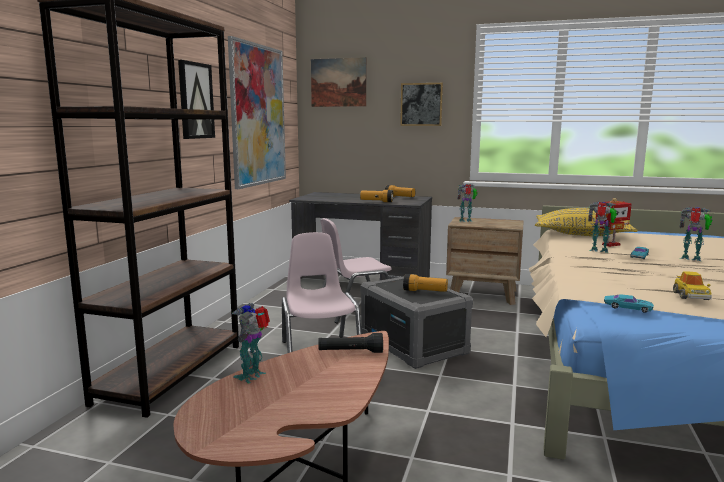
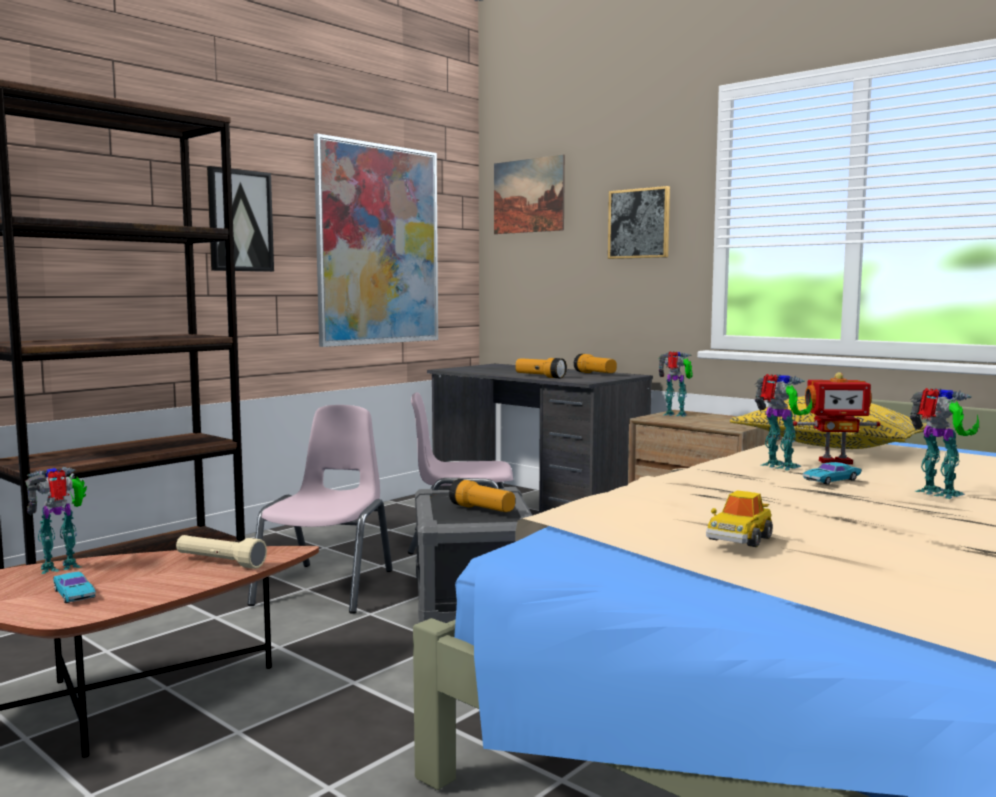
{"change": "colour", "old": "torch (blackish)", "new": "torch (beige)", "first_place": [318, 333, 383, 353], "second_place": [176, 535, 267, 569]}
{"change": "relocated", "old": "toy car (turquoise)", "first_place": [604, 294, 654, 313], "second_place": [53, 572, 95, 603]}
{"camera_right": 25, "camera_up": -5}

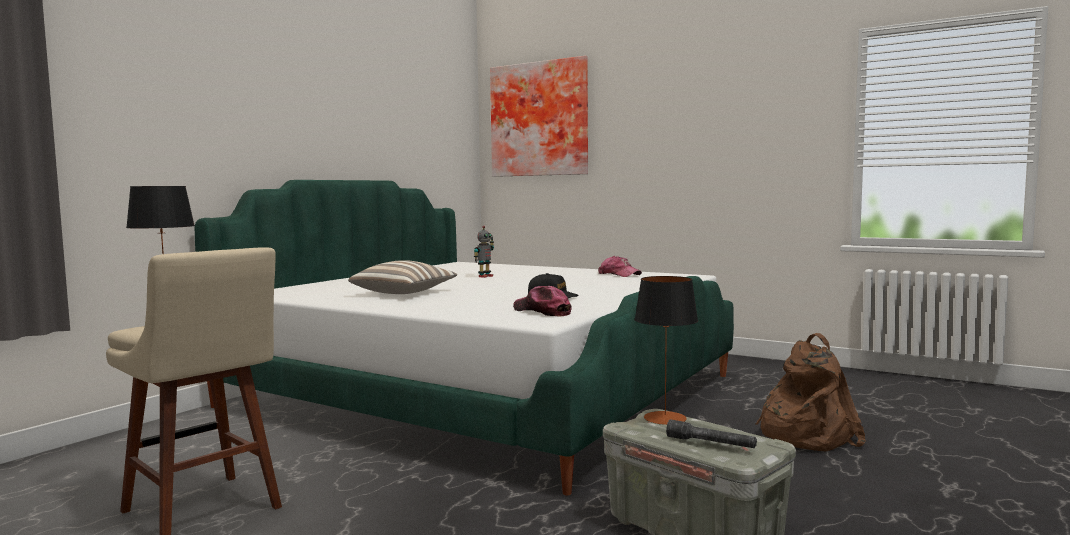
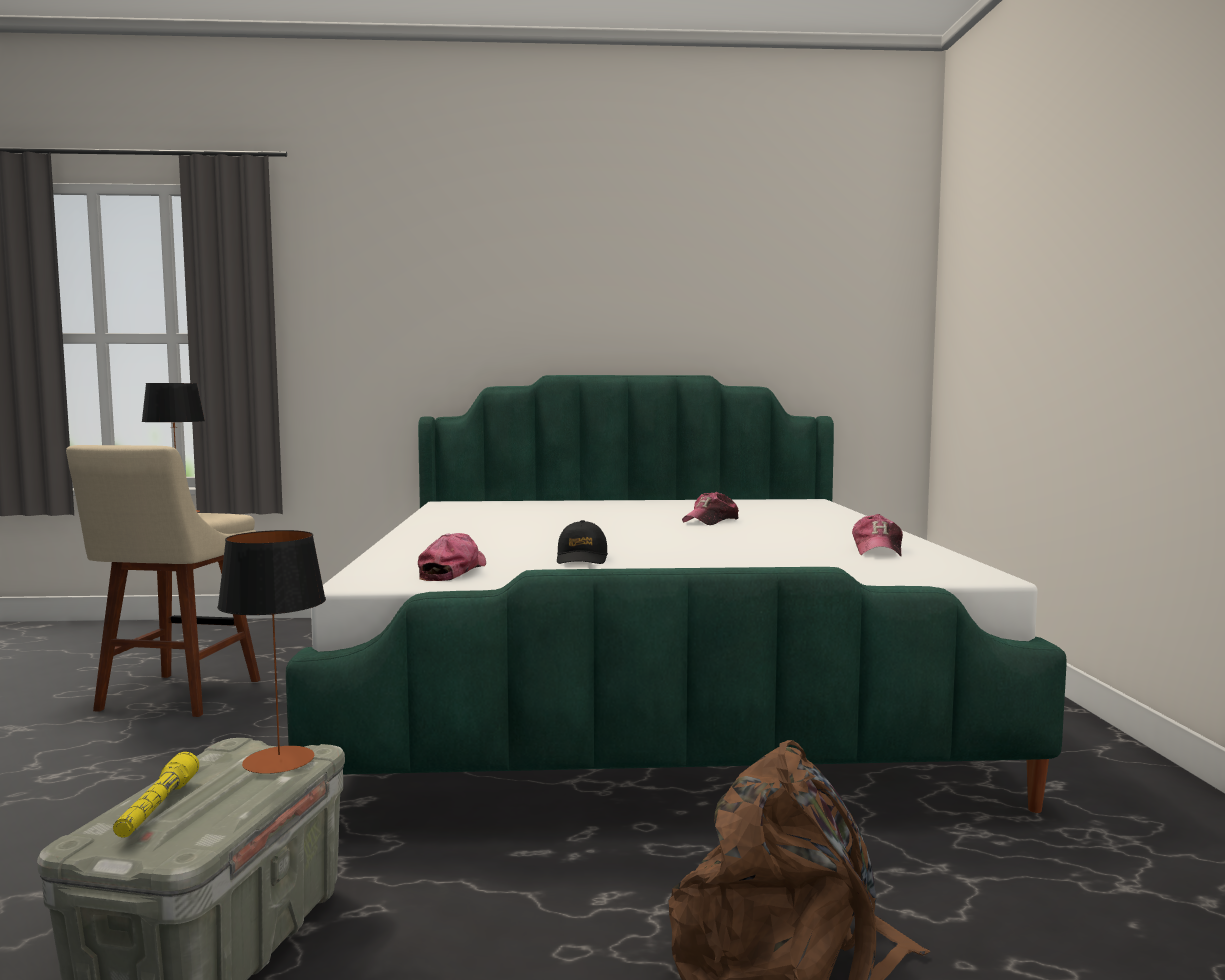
{"change": "missing", "old": "cushion", "first_place": [348, 260, 457, 294]}
{"change": "exchanged", "old": "toy robot", "new": "baseball cap", "first_place": [474, 225, 494, 278], "second_place": [682, 492, 739, 525]}
{"change": "missing", "old": "picture", "first_place": [490, 56, 588, 177]}
{"change": "colour", "old": "torch (greyish)", "new": "torch (yellow)", "first_place": [666, 419, 757, 448], "second_place": [113, 752, 199, 838]}
{"camera_right": 55, "camera_up": 0}

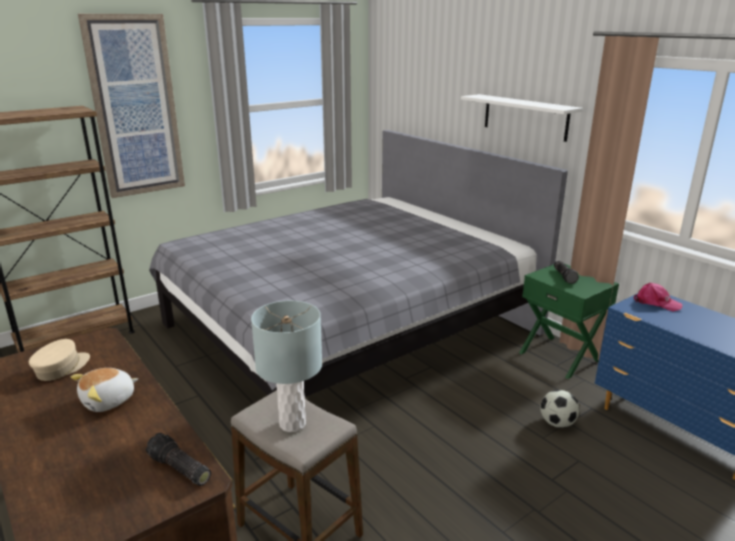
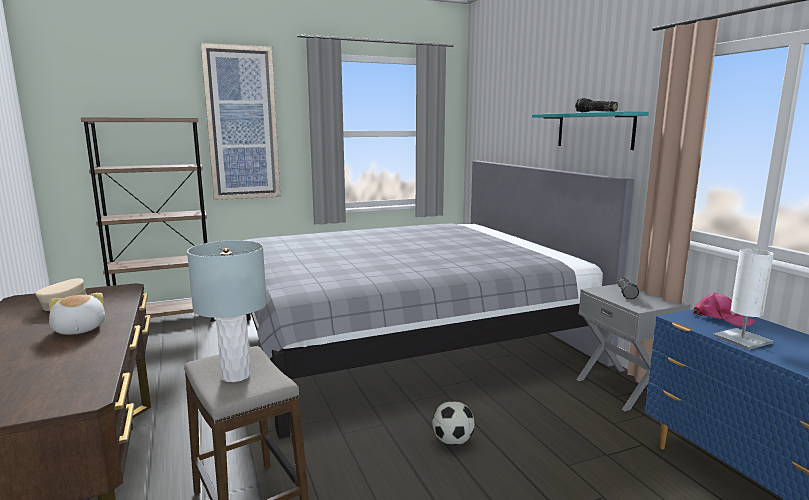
{"change": "spun", "old": "plush toy", "first_place": [70, 368, 138, 412], "second_place": [49, 293, 105, 335], "degrees": 90}
{"change": "relocated", "old": "torch", "first_place": [146, 433, 211, 486], "second_place": [575, 98, 618, 112]}
{"change": "colour", "old": "wall shelf (whitish)", "new": "wall shelf (turquoise)", "first_place": [461, 94, 583, 142], "second_place": [532, 111, 649, 150]}
{"change": "colour", "old": "nightstand (green)", "new": "nightstand (greyish)", "first_place": [519, 264, 619, 379], "second_place": [576, 284, 691, 411]}
{"change": "relocated", "old": "football", "first_place": [541, 390, 580, 428], "second_place": [432, 401, 475, 445]}
{"change": "appeared", "new": "lamp for a table (whitish)", "second_place": [713, 249, 774, 350]}
{"camera_right": 15, "camera_up": -10}

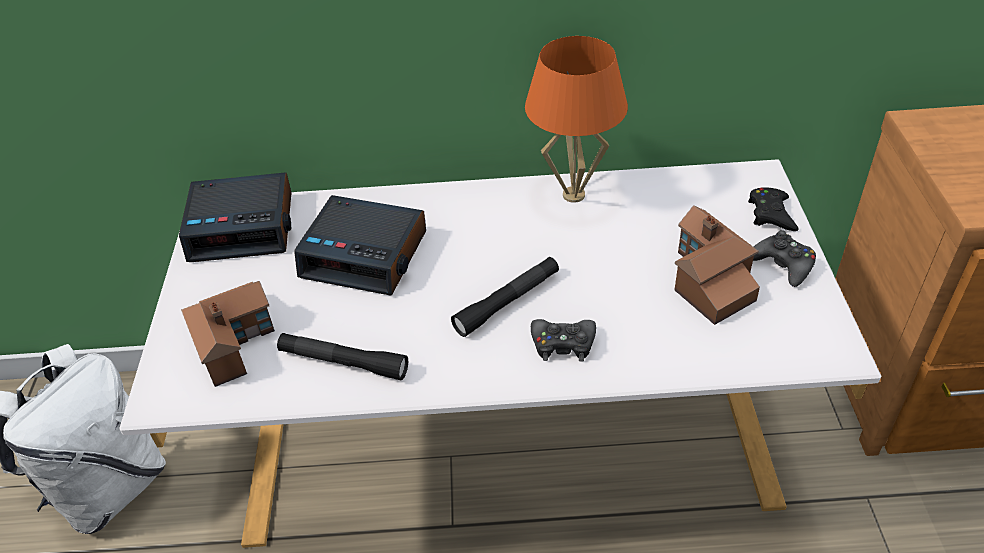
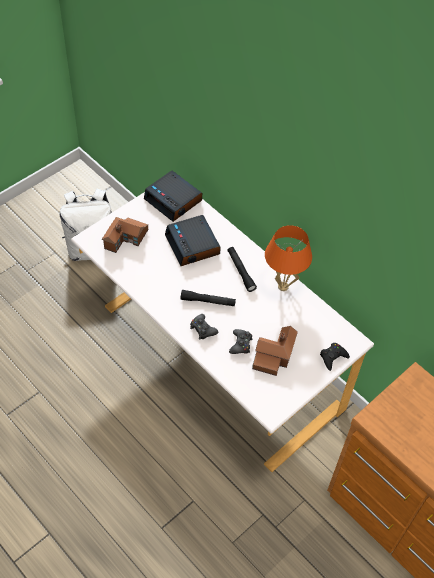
{"change": "relocated", "old": "torch (blackish)", "first_place": [277, 333, 408, 380], "second_place": [228, 247, 257, 292]}
{"change": "relocated", "old": "gamepad (blackish)", "first_place": [753, 230, 816, 287], "second_place": [229, 329, 252, 354]}
{"camera_right": 45, "camera_up": 10}

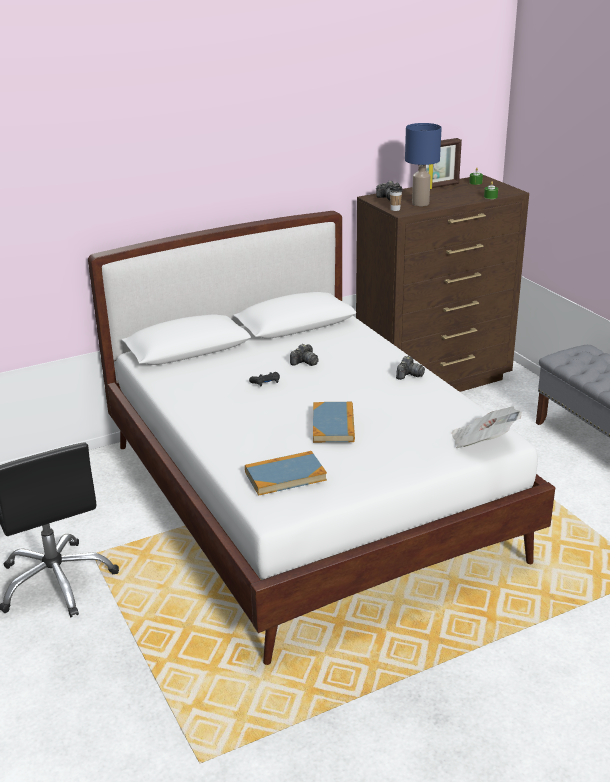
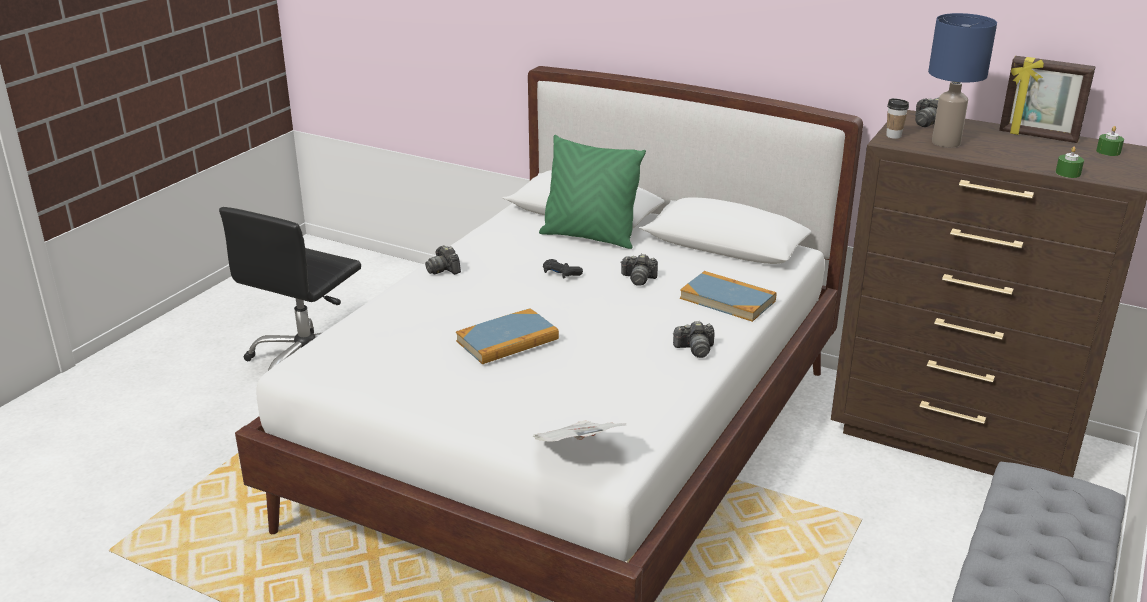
{"change": "relocated", "old": "book", "first_place": [245, 451, 327, 496], "second_place": [680, 271, 776, 322]}
{"change": "appeared", "new": "photo camera", "second_place": [425, 245, 461, 275]}
{"change": "appeared", "new": "cushion (green)", "second_place": [539, 135, 646, 249]}
{"camera_right": 55, "camera_up": 0}

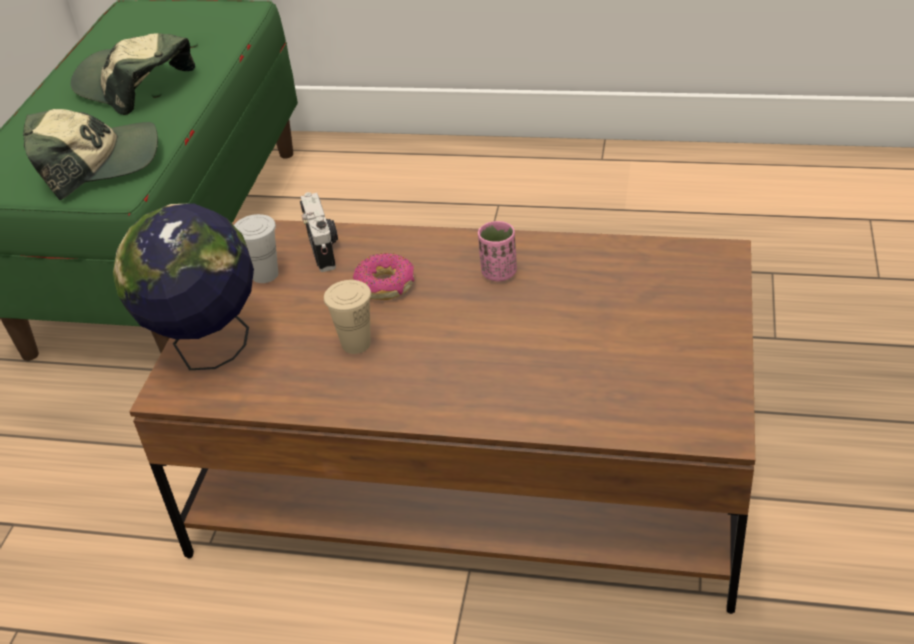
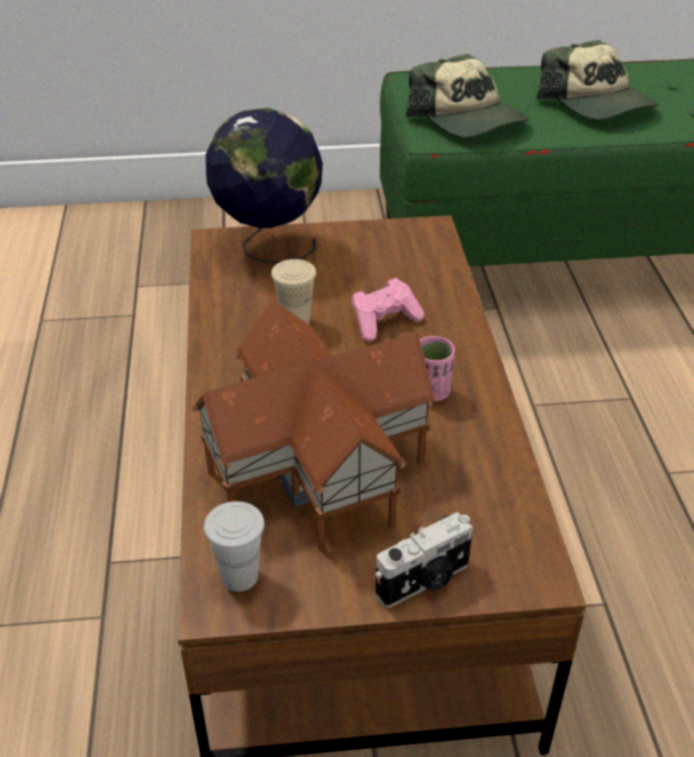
{"change": "spun", "old": "baseball cap", "first_place": [71, 33, 195, 115], "second_place": [536, 40, 659, 120], "degrees": 135}
{"change": "relocated", "old": "cup (whitish)", "first_place": [234, 214, 278, 283], "second_place": [204, 501, 265, 592]}
{"change": "relocated", "old": "photo camera", "first_place": [300, 192, 338, 272], "second_place": [375, 512, 473, 608]}
{"change": "exchanged", "old": "donut", "new": "gamepad (pink-coloured)", "first_place": [353, 253, 414, 300], "second_place": [351, 278, 424, 342]}
{"change": "appeared", "new": "toy house", "second_place": [192, 300, 437, 552]}
{"camera_right": 70, "camera_up": 0}

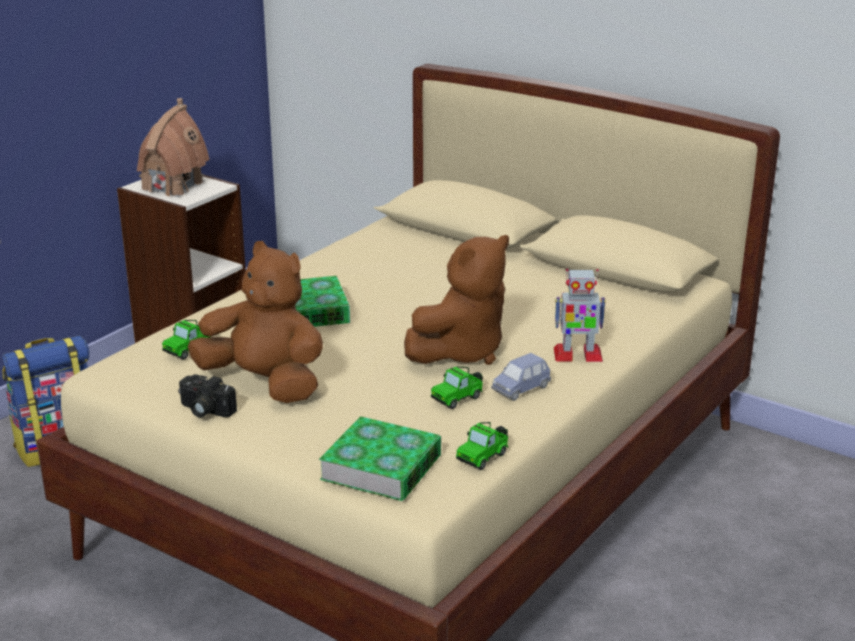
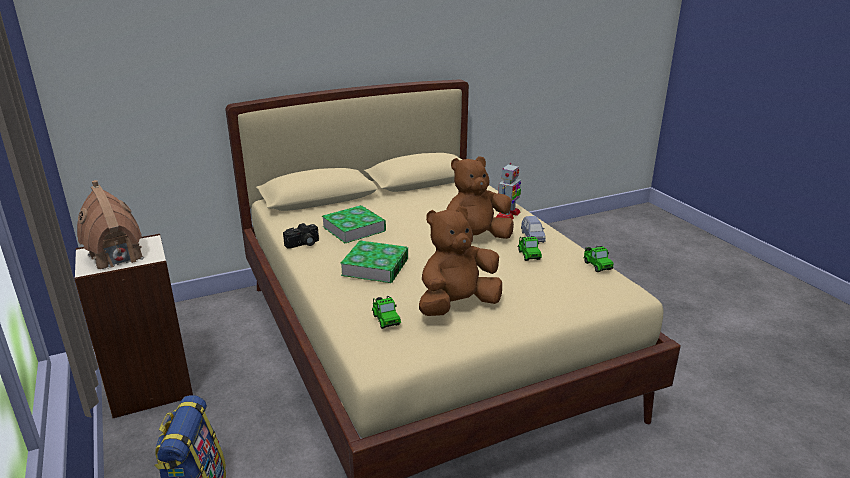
{"change": "relocated", "old": "photo camera", "first_place": [178, 374, 237, 418], "second_place": [283, 223, 319, 249]}
{"change": "relocated", "old": "book", "first_place": [319, 416, 441, 501], "second_place": [322, 205, 386, 243]}
{"change": "spun", "old": "plush toy (brownish)", "first_place": [404, 235, 509, 365], "second_place": [446, 156, 514, 239], "degrees": -105}
{"camera_right": -60, "camera_up": 0}

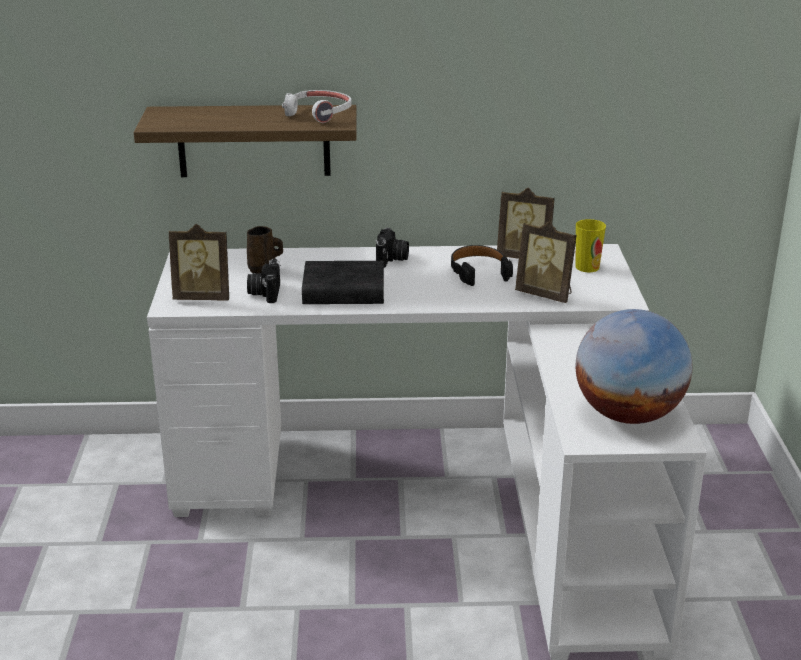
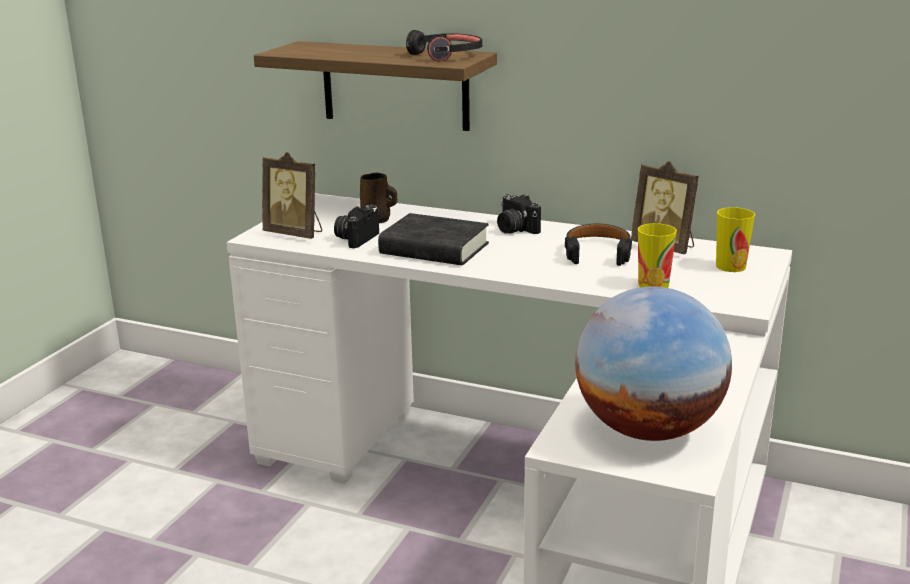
{"change": "colour", "old": "headphones (whitish)", "new": "headphones (blackish)", "first_place": [282, 90, 352, 123], "second_place": [406, 30, 483, 62]}
{"change": "spun", "old": "photo camera", "first_place": [375, 228, 409, 268], "second_place": [497, 194, 541, 234], "degrees": 105}
{"change": "exchanged", "old": "picture frame", "new": "cup", "first_place": [515, 221, 577, 303], "second_place": [638, 223, 677, 288]}
{"camera_right": 25, "camera_up": -5}

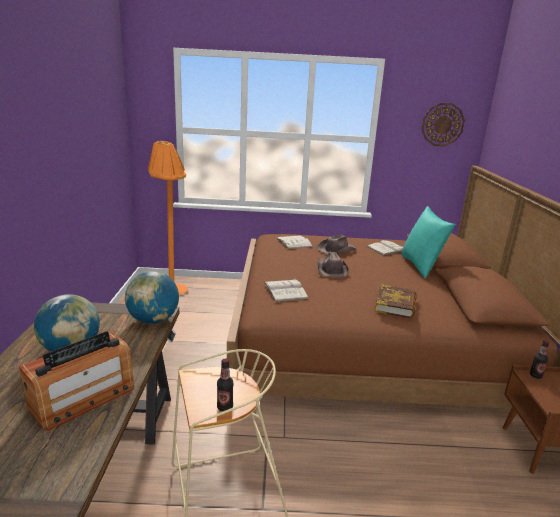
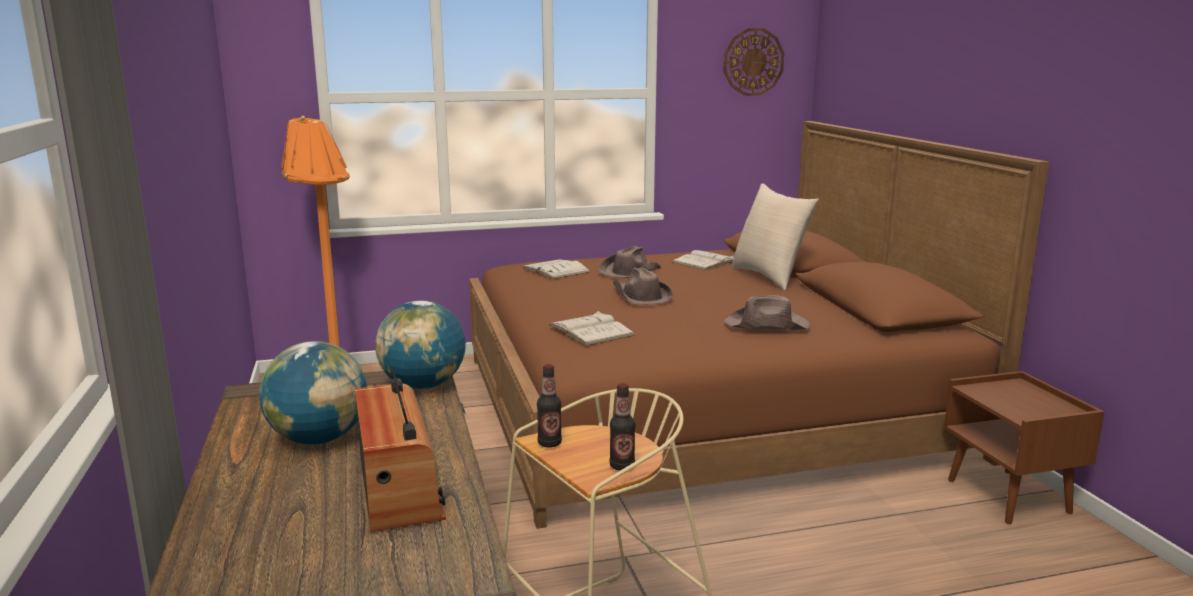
{"change": "spun", "old": "radio receiver", "first_place": [19, 331, 134, 431], "second_place": [355, 368, 446, 532], "degrees": -45}
{"change": "exchanged", "old": "book", "new": "clothing hat (brownish)", "first_place": [375, 285, 417, 318], "second_place": [724, 295, 810, 330]}
{"change": "colour", "old": "cushion (turquoise)", "new": "cushion (beige)", "first_place": [401, 206, 456, 279], "second_place": [732, 183, 819, 290]}
{"change": "relocated", "old": "bottle", "first_place": [530, 340, 549, 379], "second_place": [537, 364, 562, 448]}
{"camera_right": -15, "camera_up": -5}

